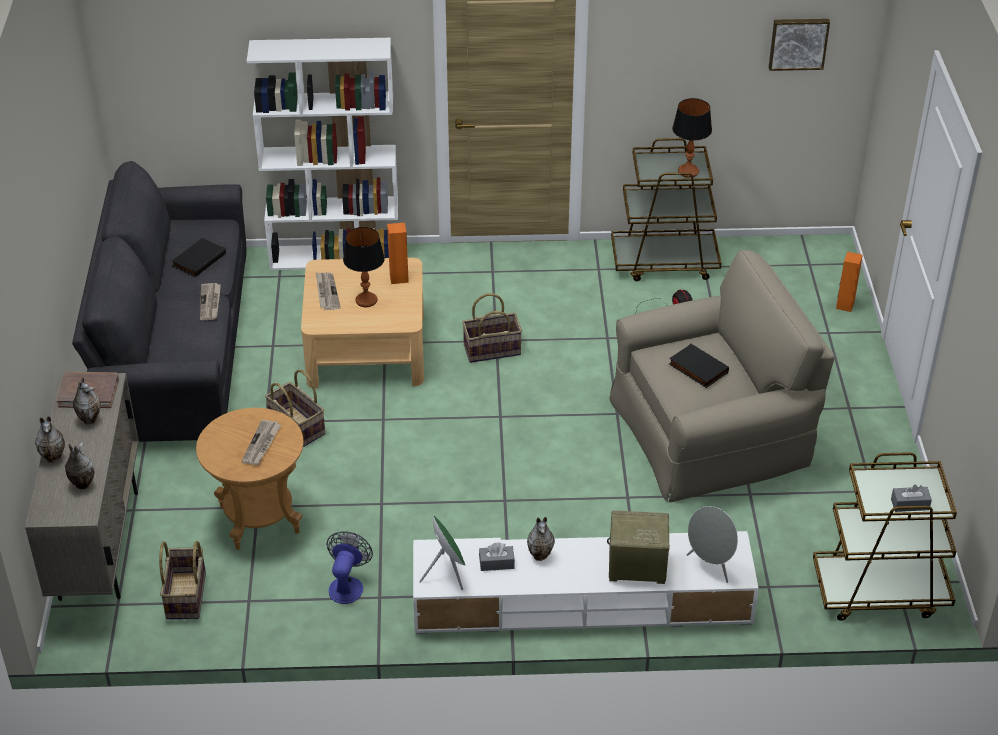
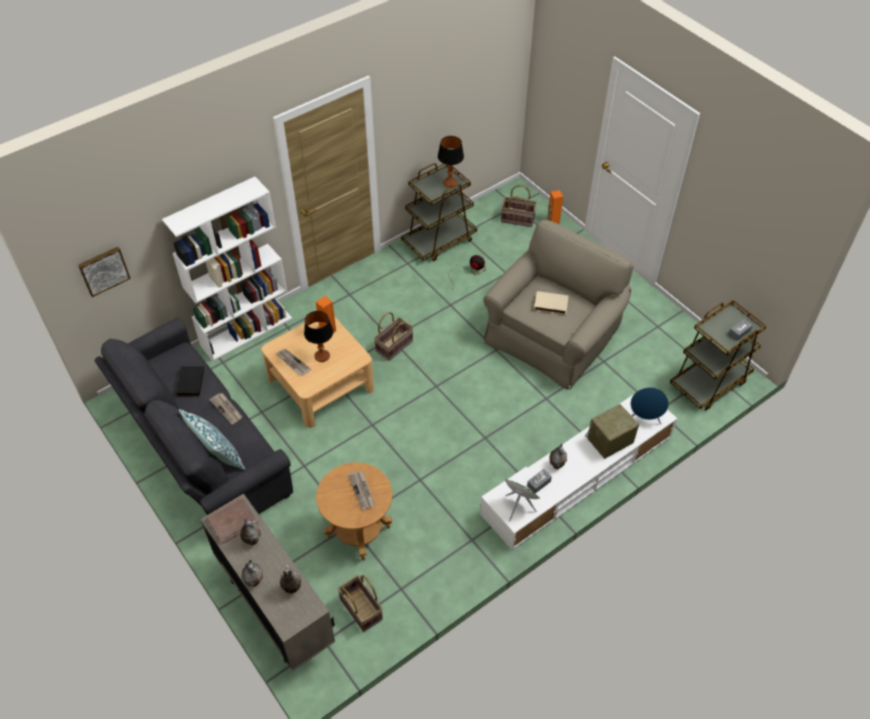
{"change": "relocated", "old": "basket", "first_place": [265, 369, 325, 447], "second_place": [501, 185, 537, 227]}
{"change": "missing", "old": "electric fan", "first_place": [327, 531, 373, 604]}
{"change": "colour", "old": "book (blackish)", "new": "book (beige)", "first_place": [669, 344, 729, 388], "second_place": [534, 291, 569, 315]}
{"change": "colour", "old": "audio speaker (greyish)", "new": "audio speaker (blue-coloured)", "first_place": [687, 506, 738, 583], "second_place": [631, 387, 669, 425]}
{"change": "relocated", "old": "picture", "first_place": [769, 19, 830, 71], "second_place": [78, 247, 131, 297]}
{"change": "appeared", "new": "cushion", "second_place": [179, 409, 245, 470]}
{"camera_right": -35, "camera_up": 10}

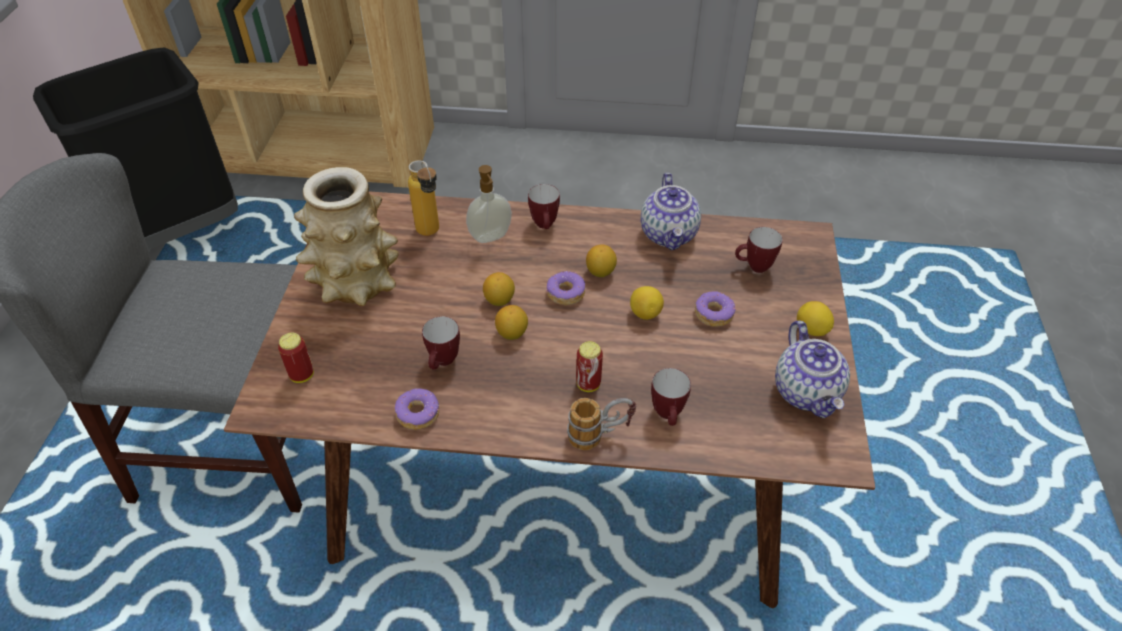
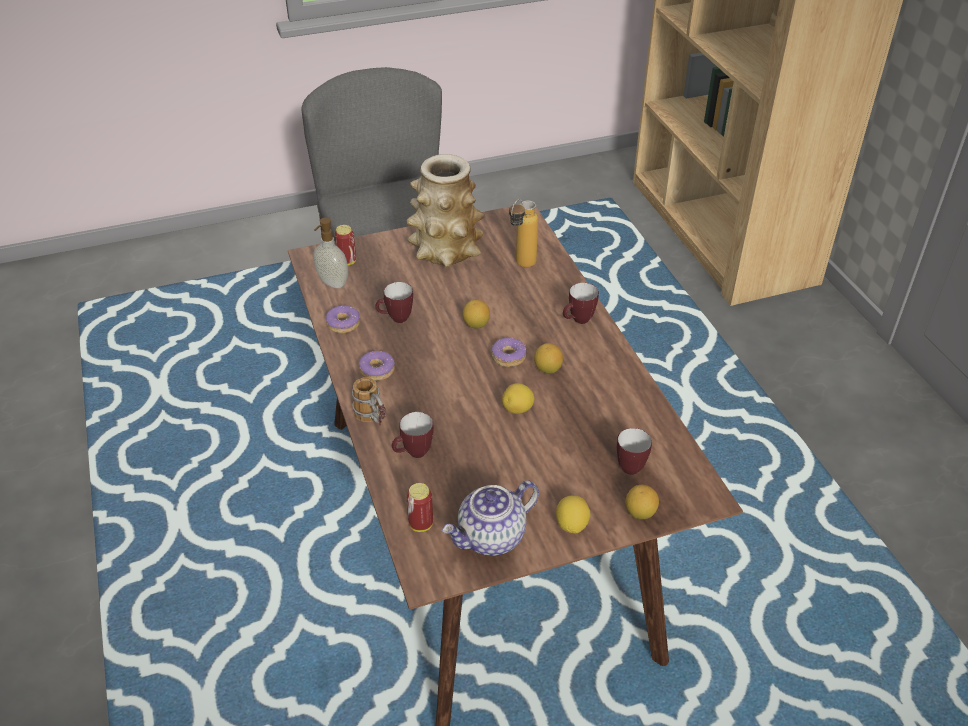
{"change": "missing", "old": "rubbish bin (blackish)", "first_place": [33, 47, 238, 250]}
{"change": "relocated", "old": "soap dispenser", "first_place": [466, 165, 512, 243], "second_place": [313, 217, 348, 288]}
{"change": "relocated", "old": "whole lemon", "first_place": [495, 305, 528, 340], "second_place": [625, 485, 659, 519]}
{"change": "relocated", "old": "metal can", "first_place": [576, 341, 603, 392], "second_place": [406, 483, 433, 532]}
{"change": "missing", "old": "tea pot", "first_place": [641, 173, 701, 250]}
{"change": "relocated", "old": "donut", "first_place": [695, 291, 735, 327], "second_place": [359, 351, 395, 381]}
{"camera_right": 65, "camera_up": -5}

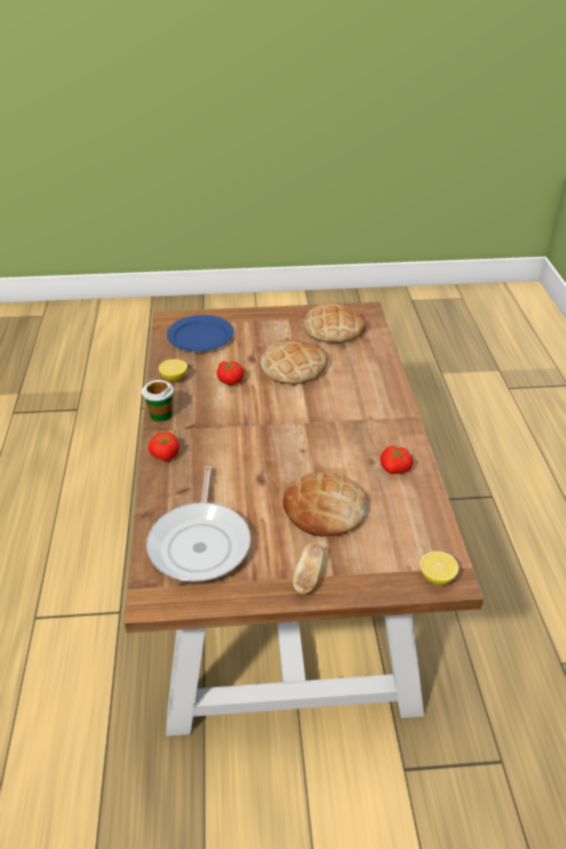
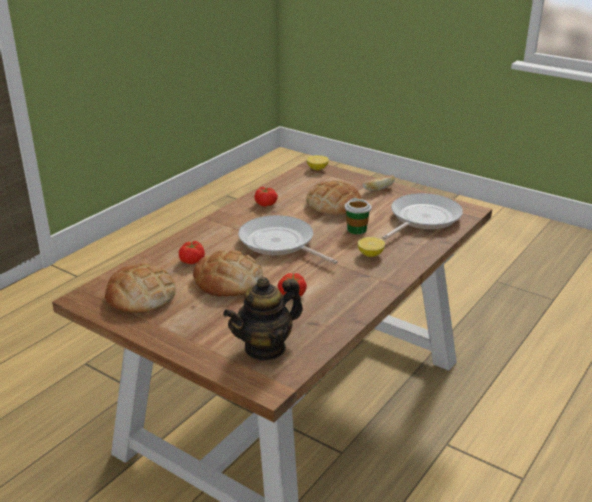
{"change": "relocated", "old": "cup", "first_place": [142, 380, 174, 422], "second_place": [345, 198, 372, 234]}
{"change": "relocated", "old": "whole tomato", "first_place": [148, 432, 180, 461], "second_place": [179, 241, 205, 264]}
{"change": "relocated", "old": "whole lemon", "first_place": [159, 359, 187, 382], "second_place": [358, 237, 385, 257]}
{"change": "exchanged", "old": "flat dish (blue-coloured)", "new": "tea pot", "first_place": [167, 315, 234, 352], "second_place": [223, 277, 303, 361]}
{"change": "appeared", "new": "skillet", "second_place": [238, 215, 338, 264]}
{"camera_right": -140, "camera_up": -10}

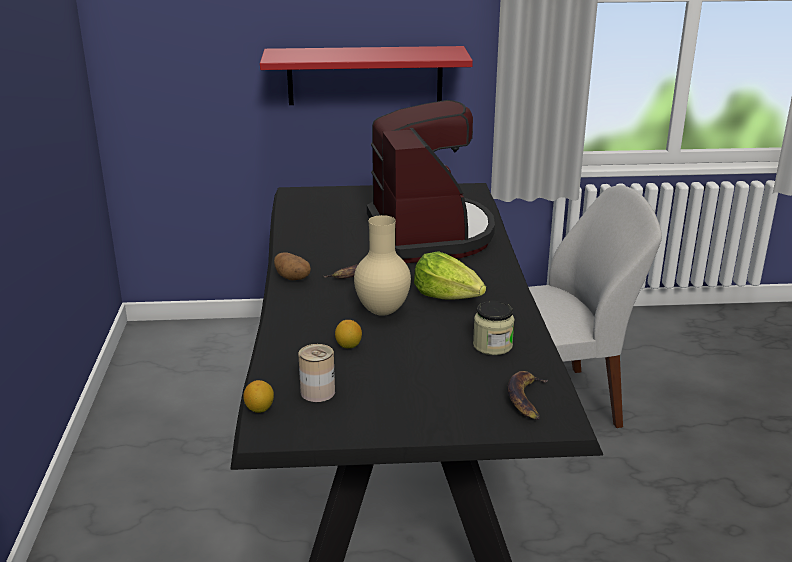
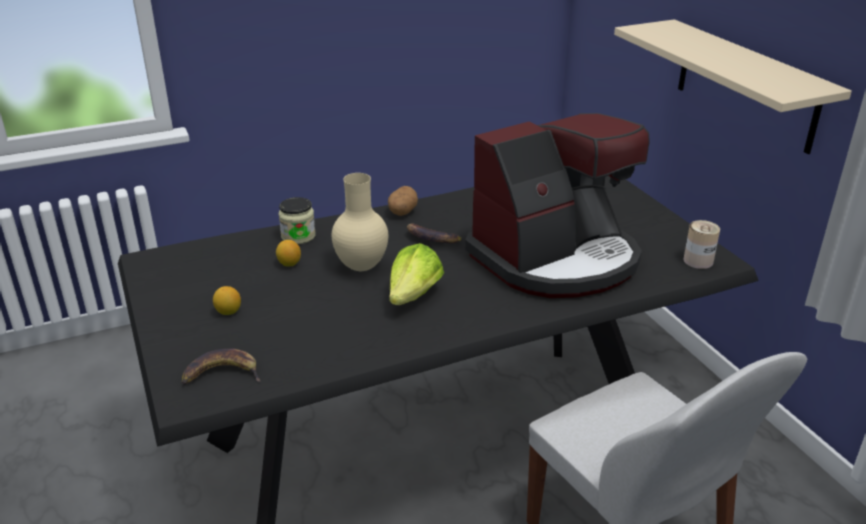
{"change": "relocated", "old": "whole lemon", "first_place": [243, 380, 274, 413], "second_place": [213, 286, 241, 315]}
{"change": "colour", "old": "wall shelf (red-coloured)", "new": "wall shelf (beige)", "first_place": [260, 46, 473, 105], "second_place": [614, 19, 852, 154]}
{"change": "relocated", "old": "metal can", "first_place": [298, 344, 335, 402], "second_place": [683, 220, 720, 269]}
{"change": "relocated", "old": "storage jar", "first_place": [473, 301, 515, 355], "second_place": [279, 197, 316, 244]}
{"camera_right": 70, "camera_up": 5}

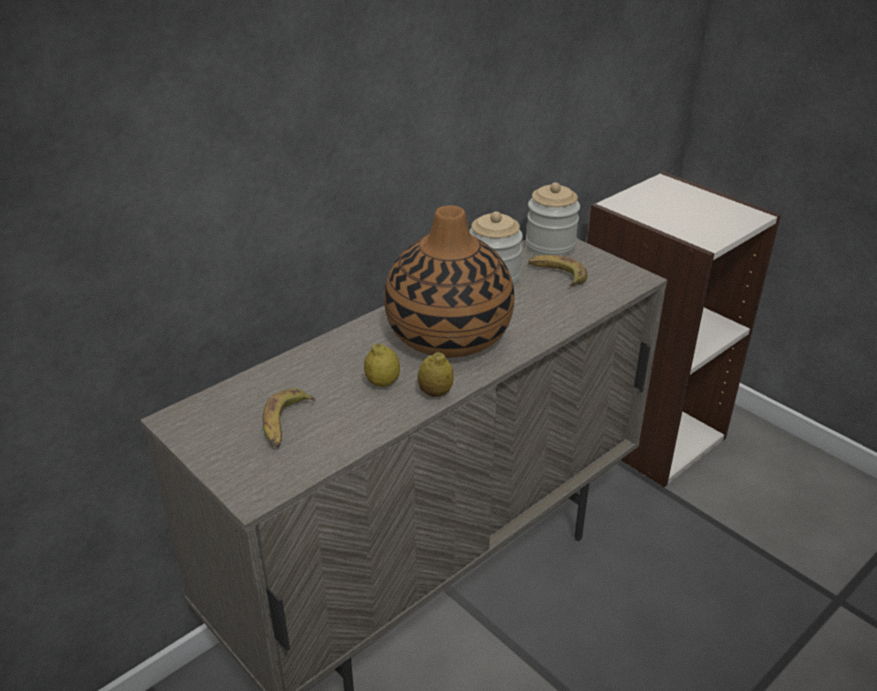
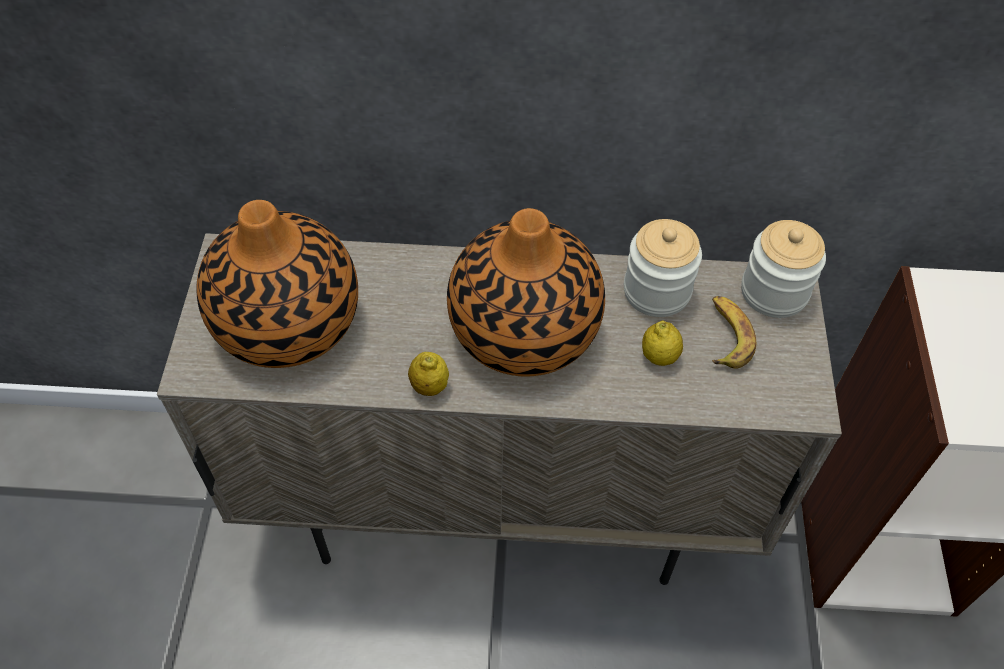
{"change": "exchanged", "old": "banana", "new": "flower vase", "first_place": [263, 388, 315, 448], "second_place": [196, 200, 358, 368]}
{"change": "relocated", "old": "whole lemon", "first_place": [364, 343, 400, 387], "second_place": [642, 320, 683, 366]}
{"camera_right": 45, "camera_up": 20}

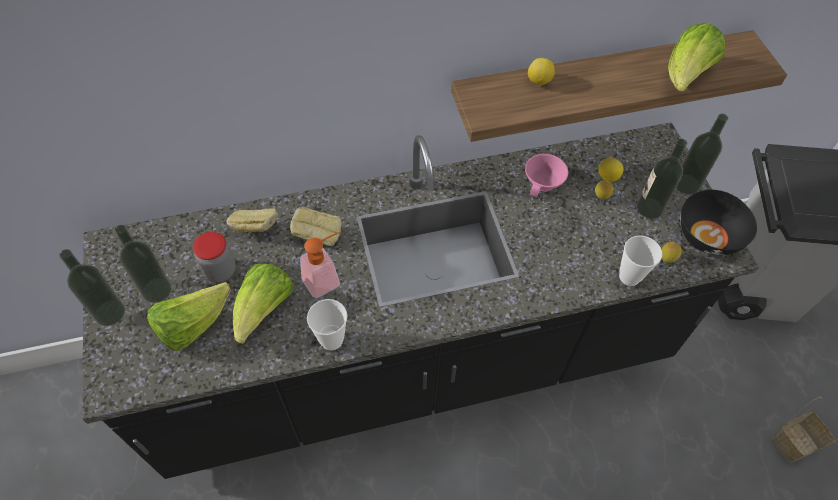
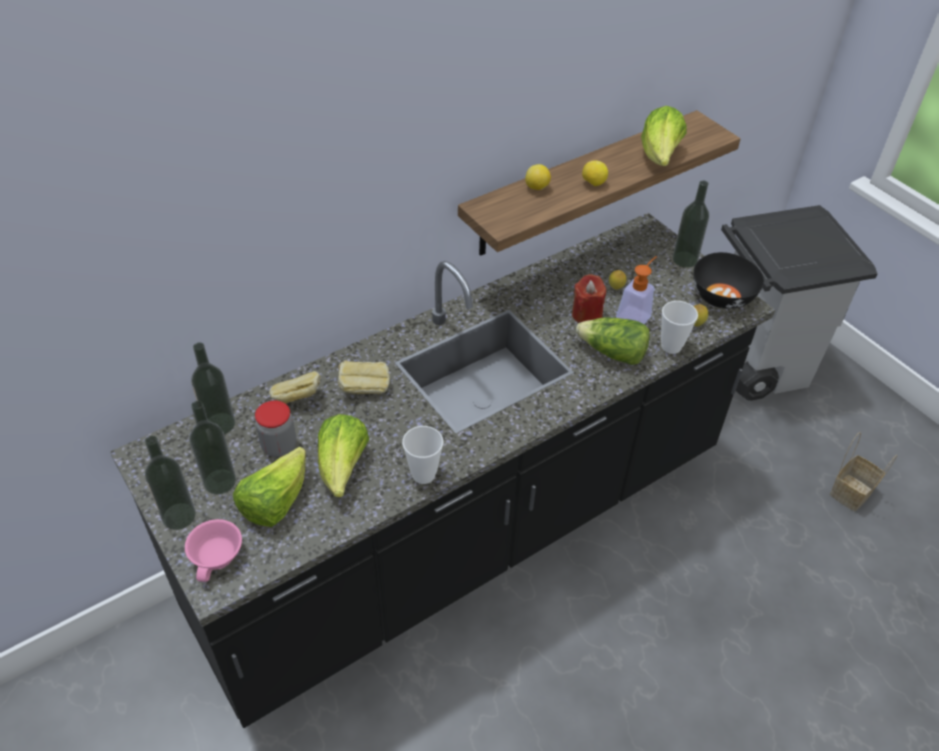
{"change": "relocated", "old": "soap dispenser", "first_place": [300, 231, 341, 298], "second_place": [616, 256, 657, 324]}
{"change": "relocated", "old": "cup (pink-coloured)", "first_place": [525, 154, 568, 197], "second_place": [185, 519, 242, 582]}
{"change": "relocated", "old": "whole lemon", "first_place": [598, 158, 624, 182], "second_place": [582, 160, 608, 186]}
{"change": "relocated", "old": "bottle", "first_place": [637, 139, 687, 219], "second_place": [191, 342, 235, 434]}
{"change": "appeared", "new": "wax candle (red-coloured)", "second_place": [572, 274, 606, 323]}
{"change": "appeared", "new": "lettuce head", "second_place": [576, 317, 650, 365]}
{"camera_right": -20, "camera_up": -10}

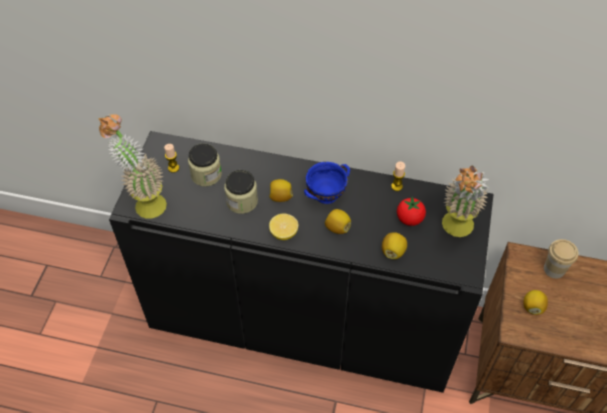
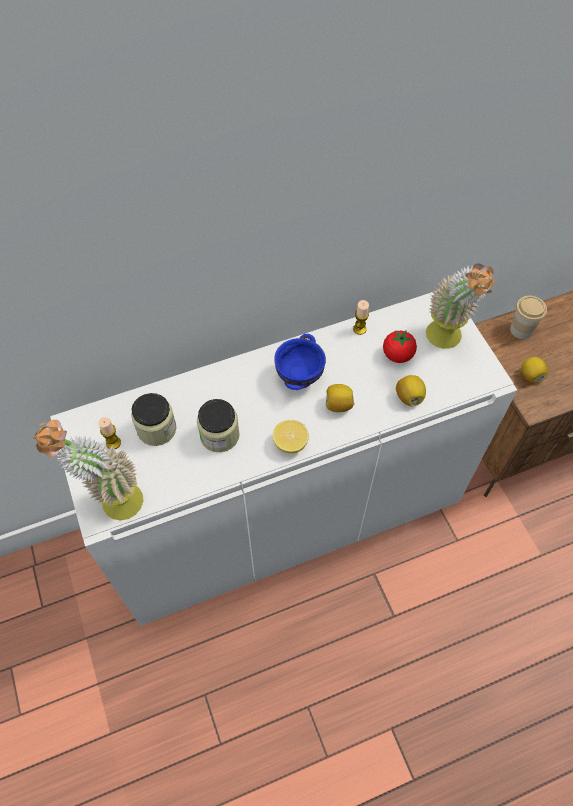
{"change": "colour", "old": "cupboard (blackish)", "new": "cupboard (whitish)", "first_place": [109, 131, 493, 393], "second_place": [50, 291, 517, 626]}
{"change": "missing", "old": "whole lemon", "first_place": [269, 179, 293, 202]}
{"camera_right": -35, "camera_up": 5}

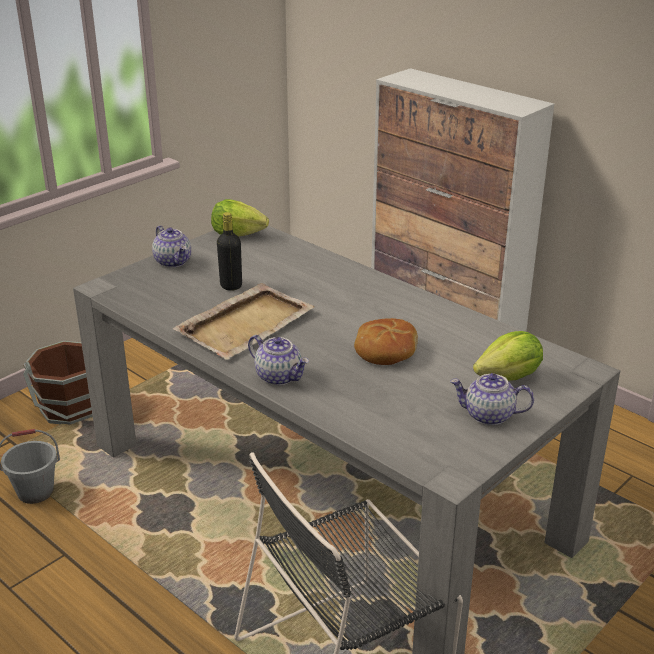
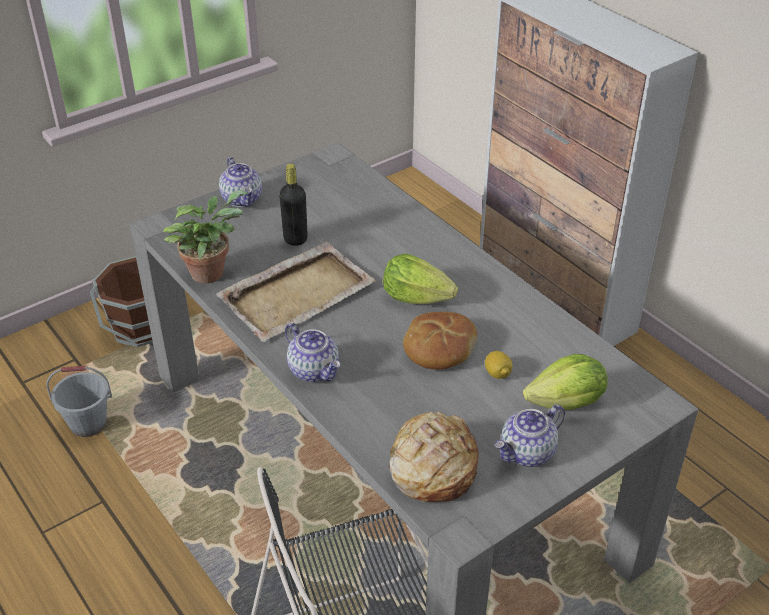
{"change": "relocated", "old": "lettuce head", "first_place": [211, 199, 269, 237], "second_place": [383, 254, 458, 304]}
{"change": "spun", "old": "tea pot", "first_place": [450, 373, 534, 426], "second_place": [495, 404, 565, 467], "degrees": -60}
{"change": "appeared", "new": "plant in a pot", "second_place": [163, 190, 249, 284]}
{"change": "appeared", "new": "bread", "second_place": [389, 411, 479, 502]}
{"change": "appeared", "new": "whole lemon", "second_place": [485, 351, 512, 379]}
{"camera_right": 10, "camera_up": 10}

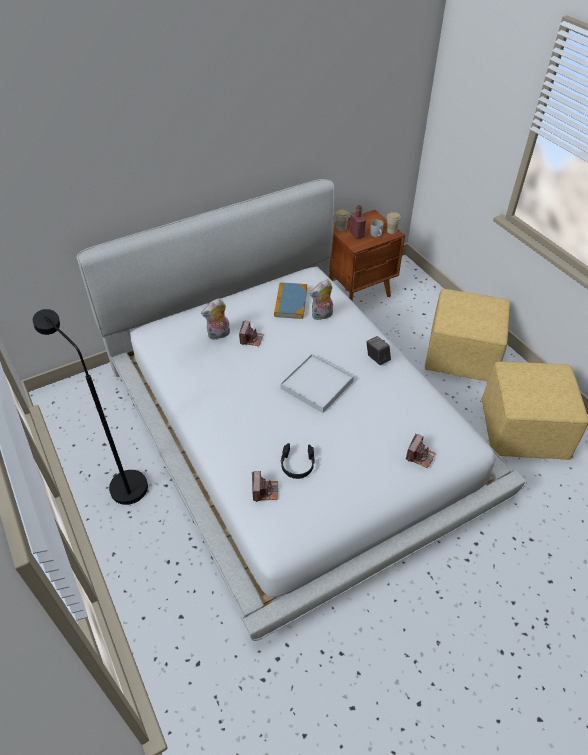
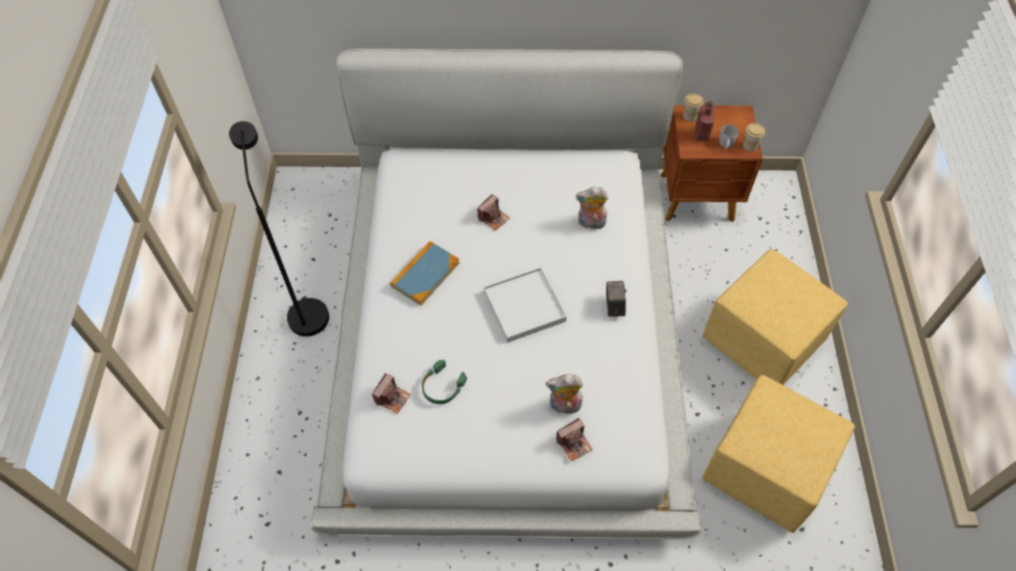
{"change": "relocated", "old": "plush toy", "first_place": [201, 298, 230, 340], "second_place": [546, 374, 583, 414]}
{"change": "relocated", "old": "book", "first_place": [274, 282, 307, 319], "second_place": [390, 241, 459, 305]}
{"change": "colour", "old": "headphones (blackish)", "new": "headphones (green)", "first_place": [281, 443, 315, 479], "second_place": [422, 360, 467, 404]}
{"camera_right": 30, "camera_up": 10}

